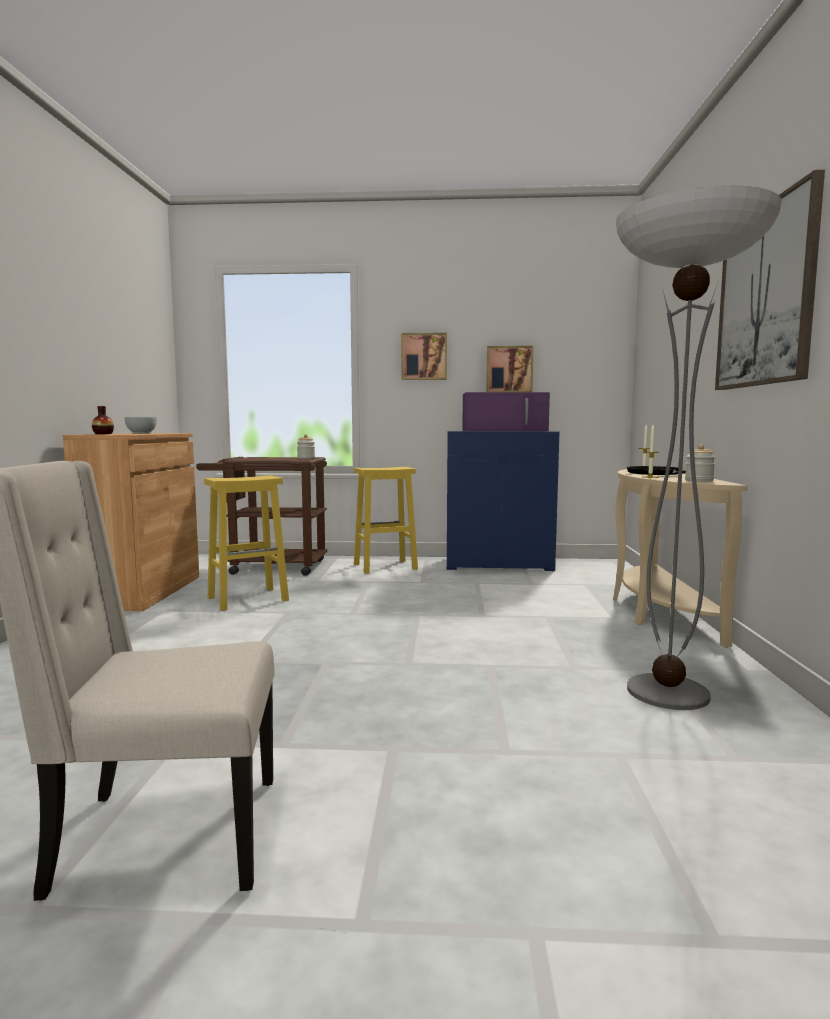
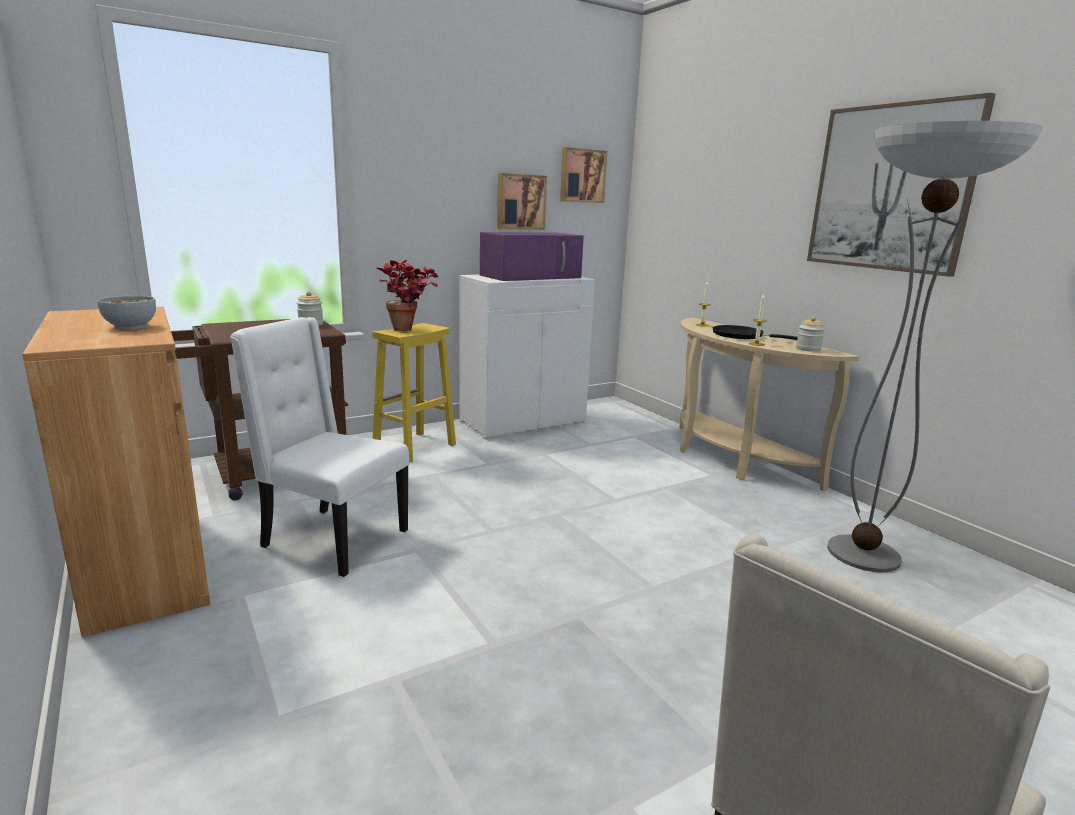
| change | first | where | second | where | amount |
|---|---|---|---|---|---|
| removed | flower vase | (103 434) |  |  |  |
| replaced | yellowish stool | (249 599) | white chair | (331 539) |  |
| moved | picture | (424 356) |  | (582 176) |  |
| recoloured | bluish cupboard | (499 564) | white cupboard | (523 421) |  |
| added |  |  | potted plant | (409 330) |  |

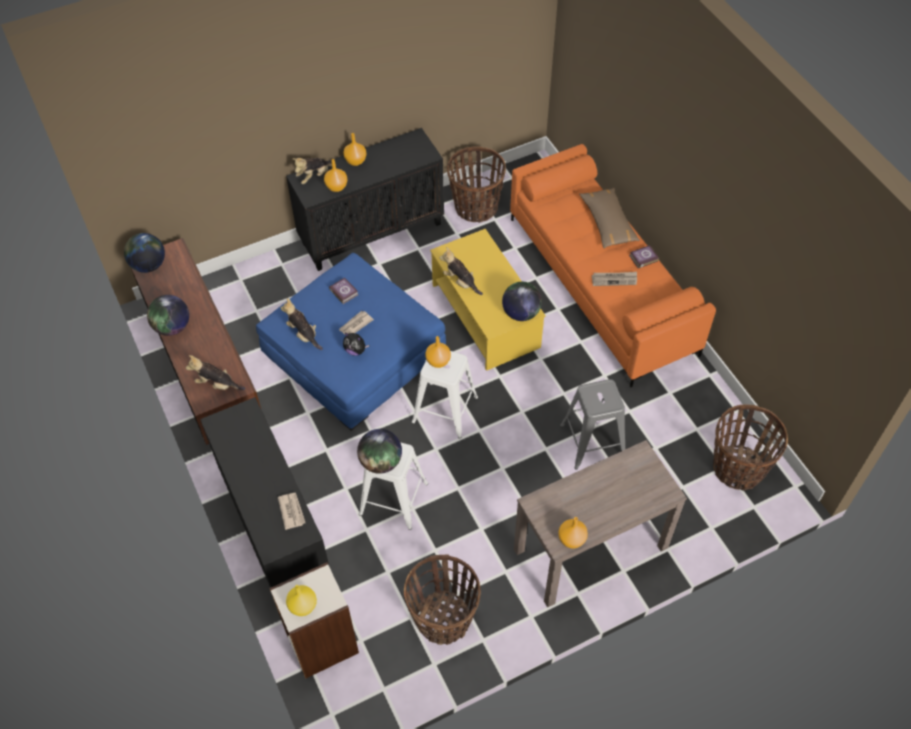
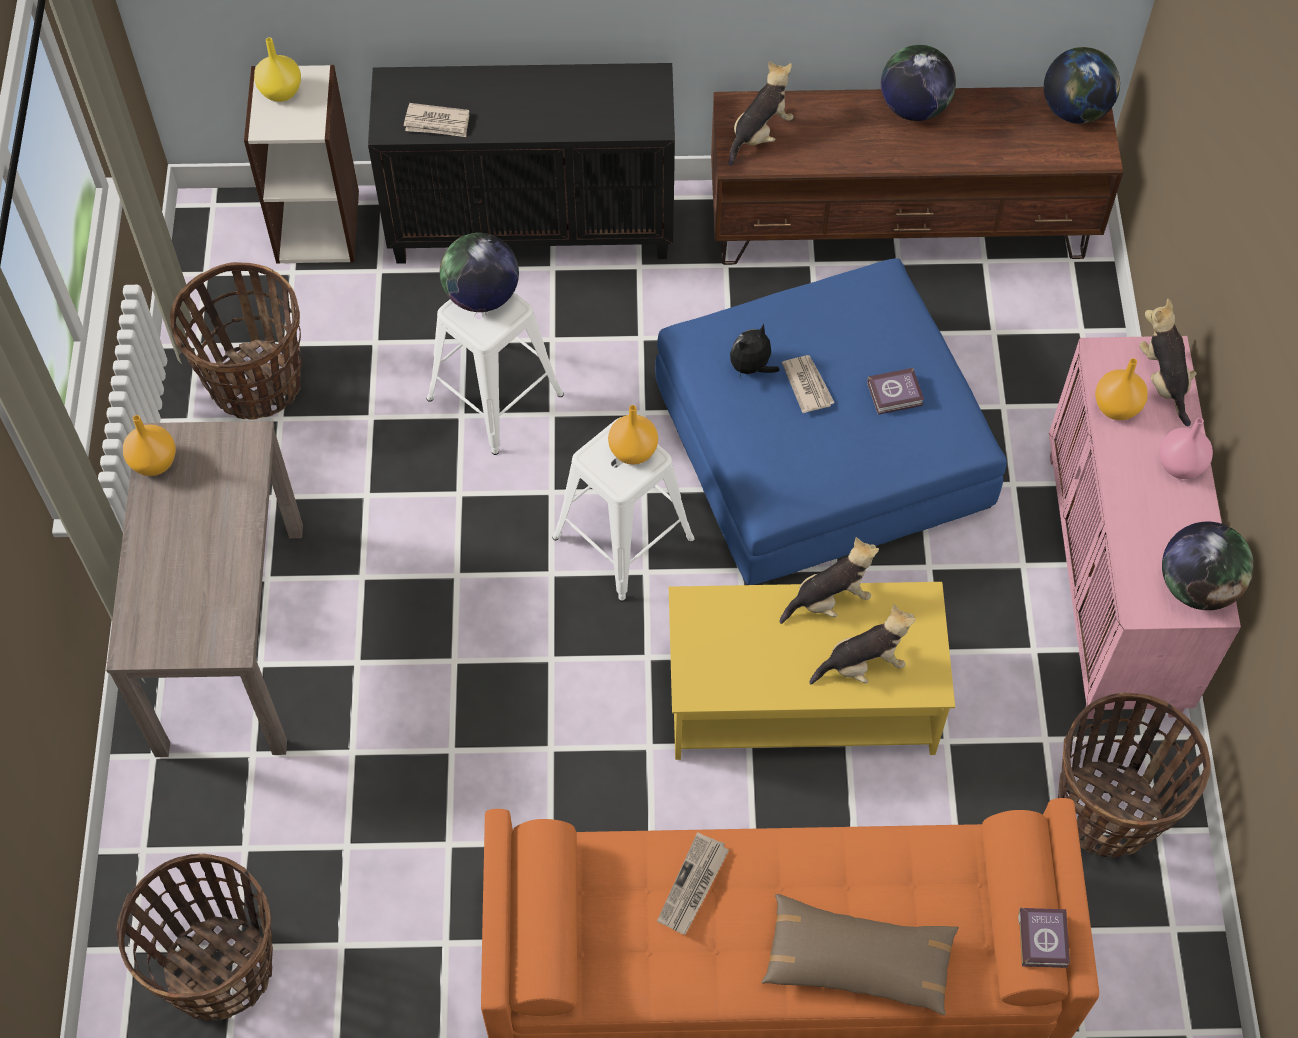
| change | first | where | second | where | amount |
|---|---|---|---|---|---|
| moved | plush toy | (303 334) |  | (863 664) |  |
| recoloured | black cupboard | (372 232) | pinkish cupboard | (1114 584) |  |
| recoloured | orange flower vase | (356 161) | pinkish flower vase | (1178 465) |  |
| moved | globe | (521 313) |  | (1197 586) |  |
| removed | grey stool | (593 441) |  |  |  |
| moved | book | (642 258) |  | (1043 938) |  |

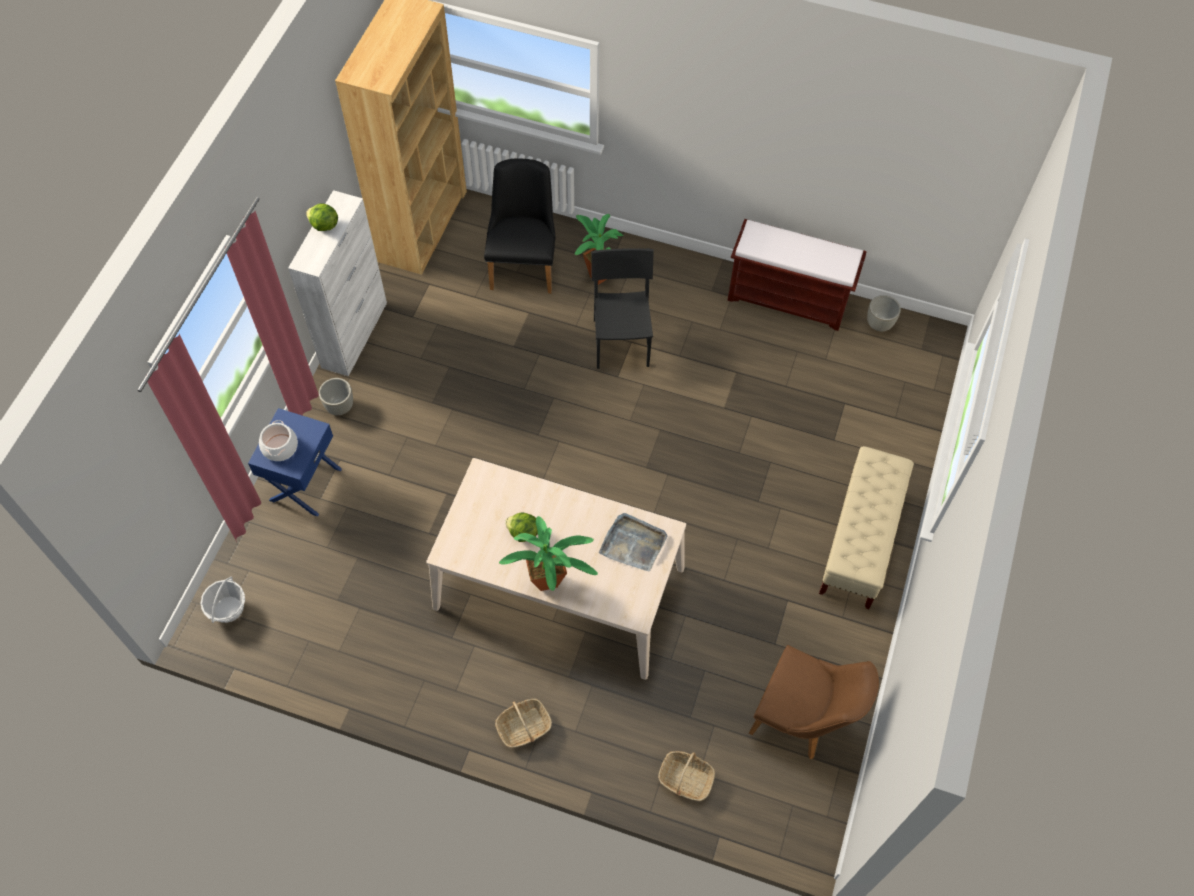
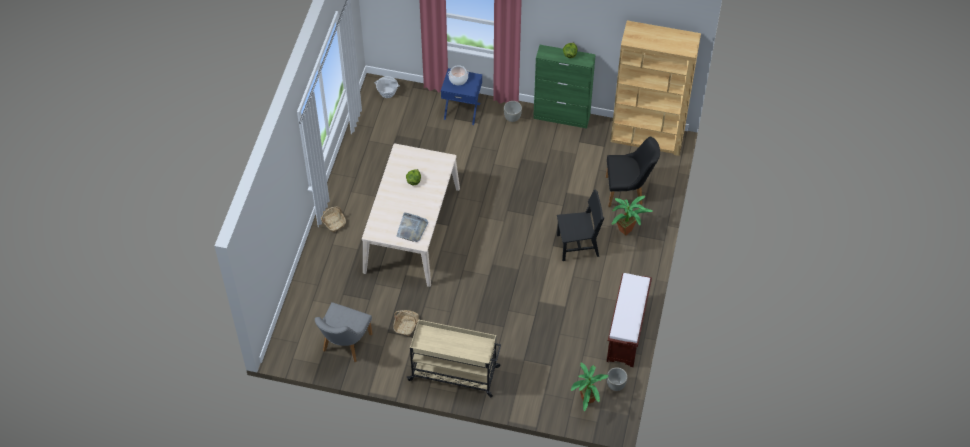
| change | first | where | second | where | amount |
|---|---|---|---|---|---|
| recoloured | white cupboard | (355 334) | green-coloured cupboard | (562 117) |  |
| moved | potted plant | (552 582) |  | (586 402) |  |
| moved | basket | (685 779) |  | (406 325) |  |
| recoloured | brown-coloured chair | (802 720) | grey chair | (344 346) |  |
| replaced | beige bench | (859 542) | beige wheeled cart | (455 373) |  |

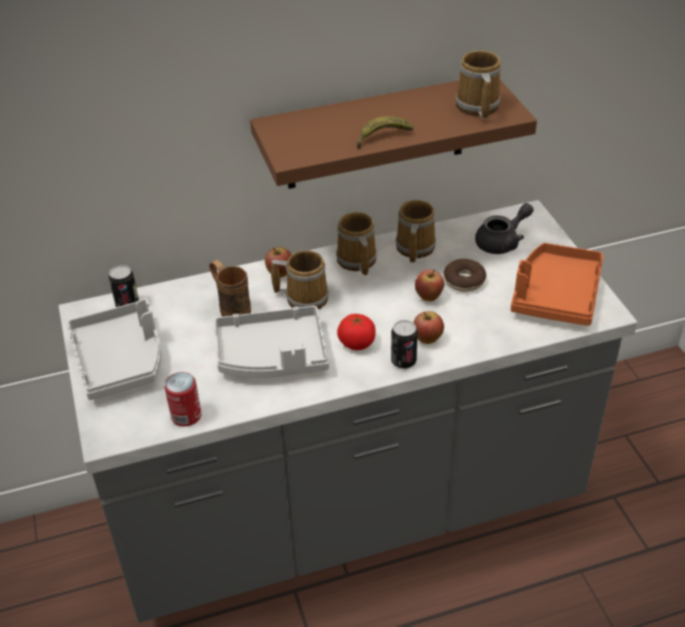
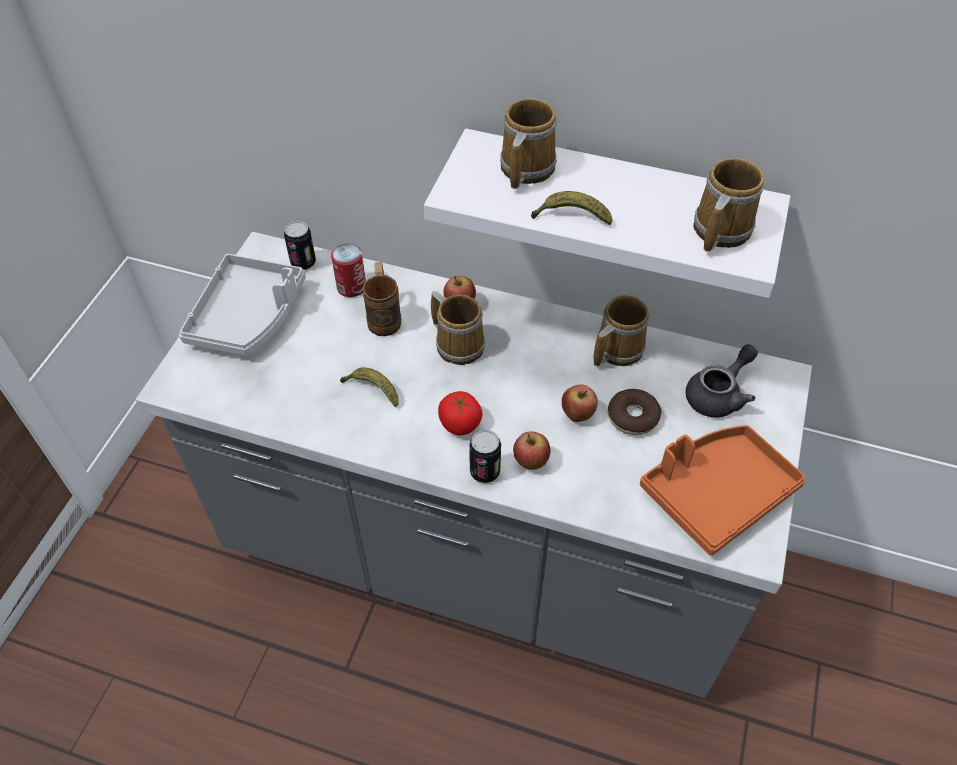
| change | first | where | second | where | amount |
|---|---|---|---|---|---|
| moved | sealed can | (186 415) |  | (351 287) |  |
| replaced | grey tray | (272 356) | whole banana | (372 390) |  |
| recoloured | brown-coloured bracket shelf | (375 133) | white bracket shelf | (615 203) |  |
| moved | coffee mug | (356 261) |  | (524 168) |  |
| turned | grey tea pot | (502 242) |  | (719 395) | 45 degrees counterclockwise |

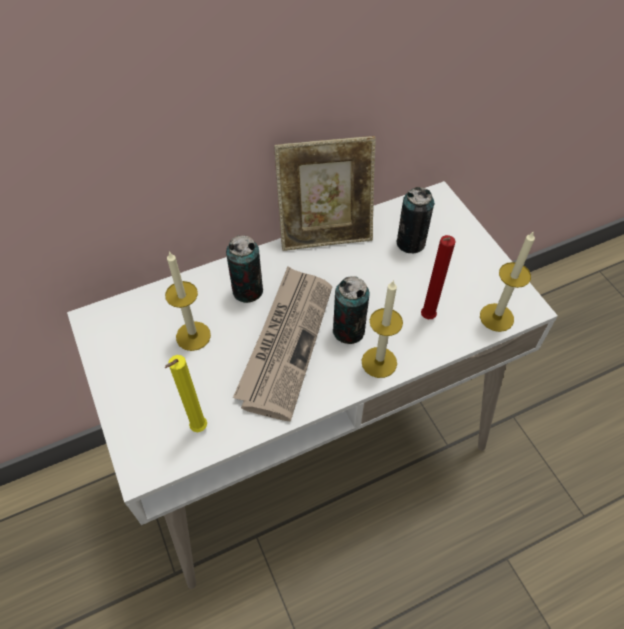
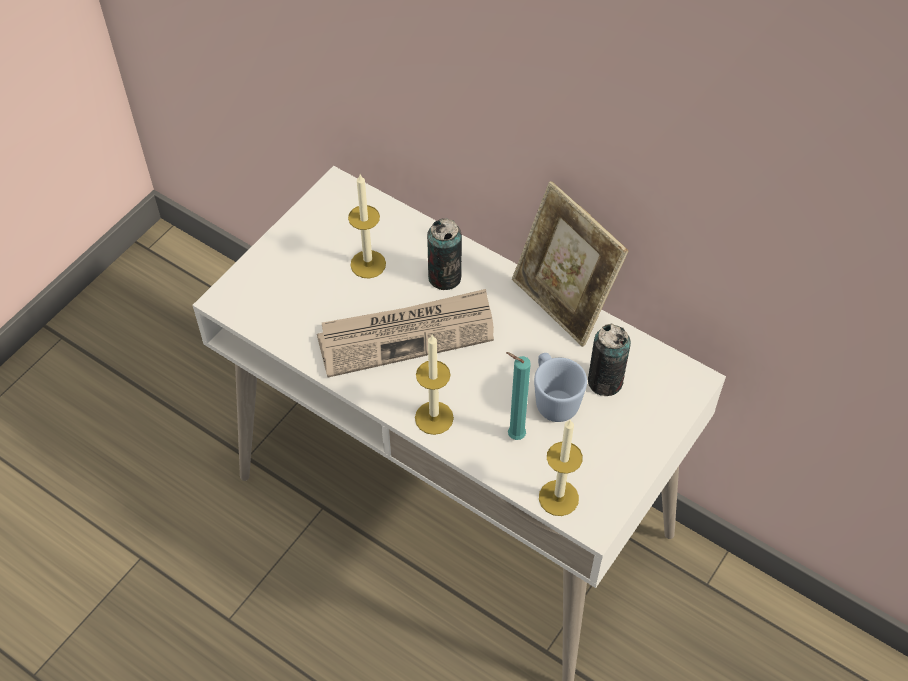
| change | first | where | second | where | amount |
|---|---|---|---|---|---|
| removed | yellowish candle | (197 429) |  |  |  |
| removed | sealed can | (348 331) |  |  |  |
| recoloured | red candle | (426 318) | turquoise-coloured candle | (513 435) |  |
| added |  |  | bluish coffee mug | (553 399) |  |

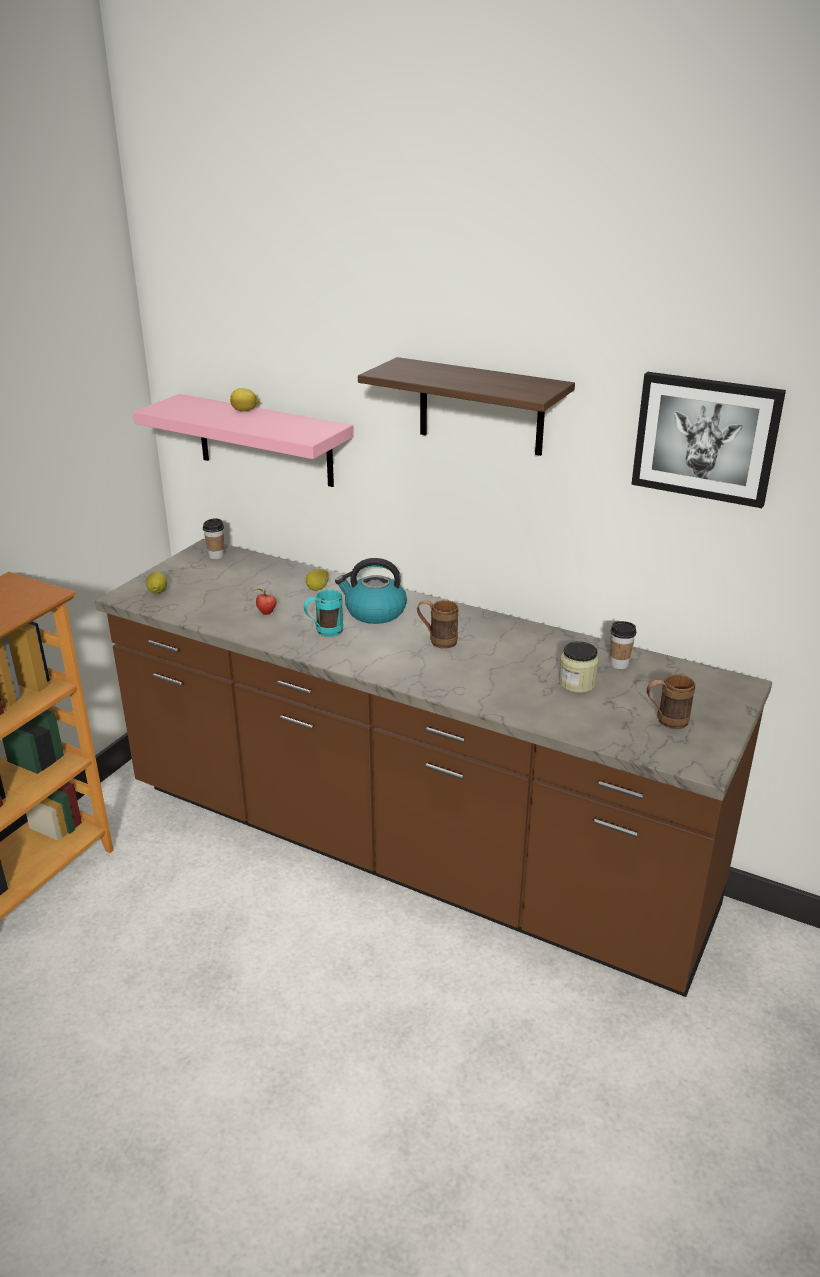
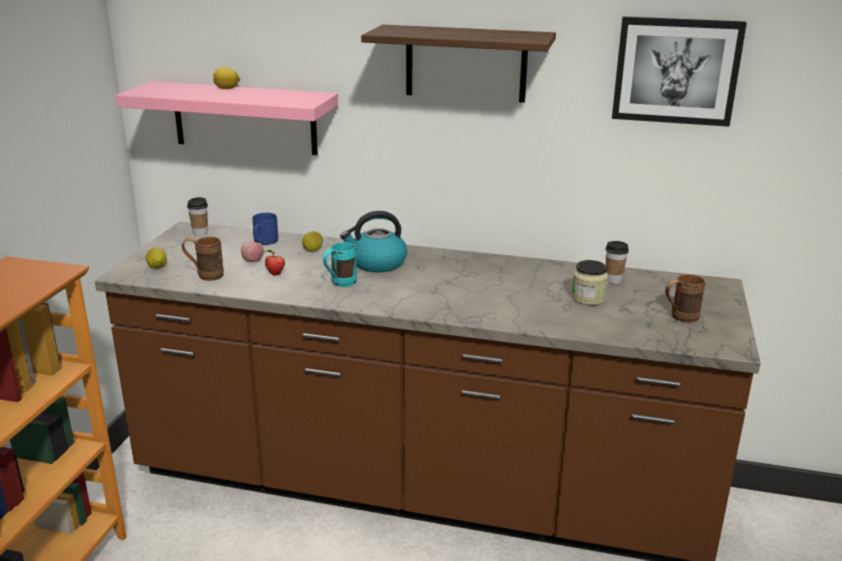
| change | first | where | second | where | amount |
|---|---|---|---|---|---|
| moved | brown-coloured coffee mug | (437 641) |  | (205 275) |  |
| added |  |  | whole apple | (253 261) |  |
| added |  |  | bluish coffee mug | (264 242) |  |

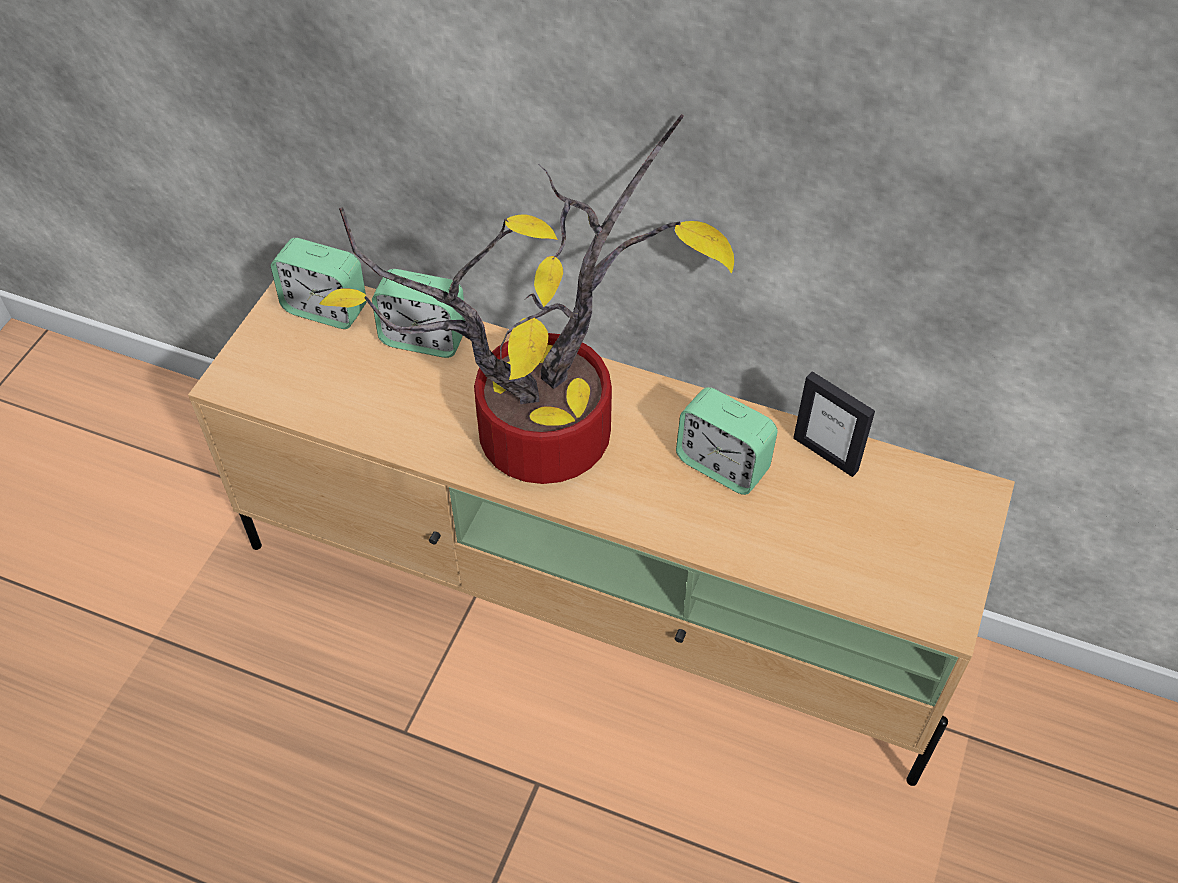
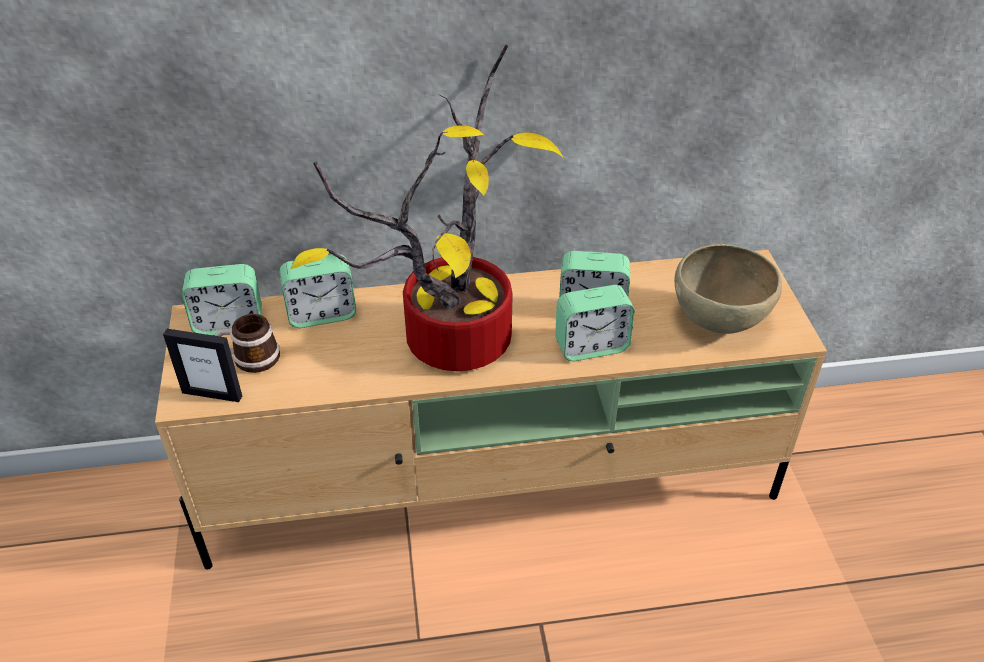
| change | first | where | second | where | amount |
|---|---|---|---|---|---|
| moved | photo frame | (825 454) |  | (212 394) |  |
| added |  |  | coffee mug | (250 358) |  |
| added |  |  | table clock | (591 346) |  |
| added |  |  | brown-coloured bowl | (719 322) |  |

